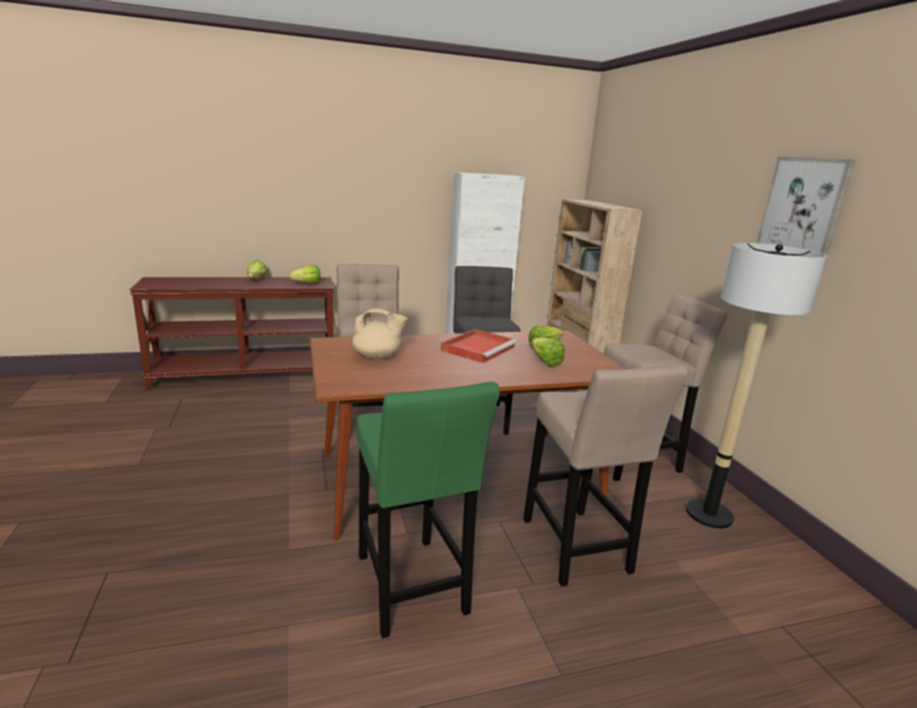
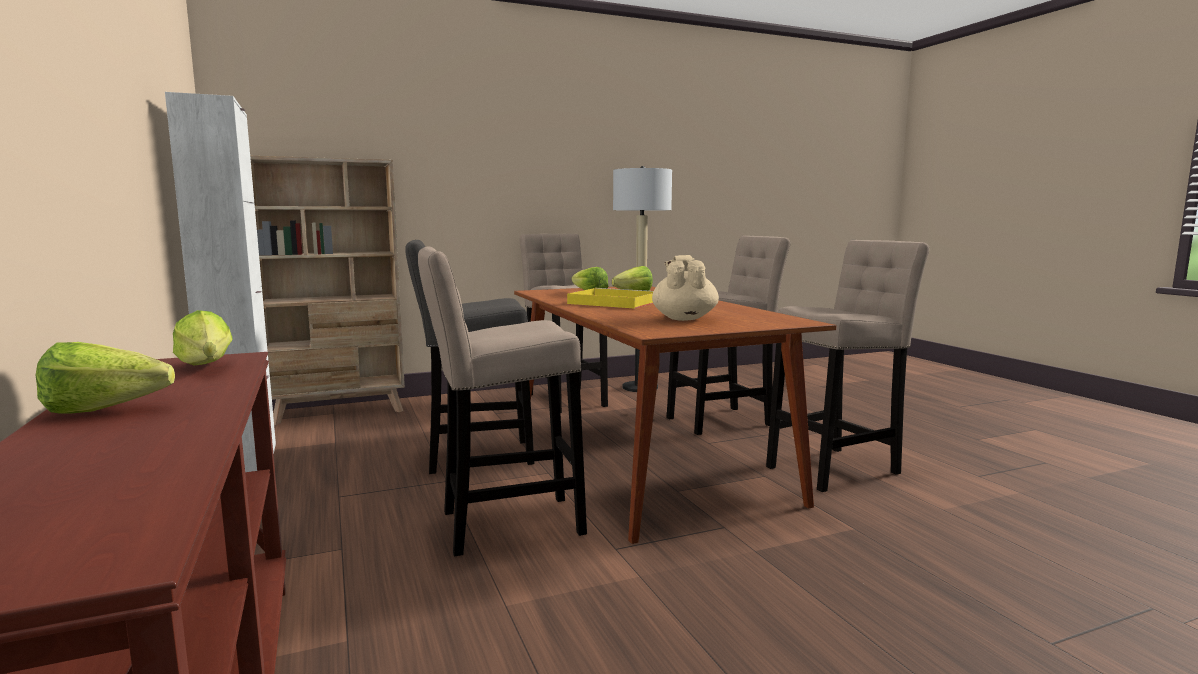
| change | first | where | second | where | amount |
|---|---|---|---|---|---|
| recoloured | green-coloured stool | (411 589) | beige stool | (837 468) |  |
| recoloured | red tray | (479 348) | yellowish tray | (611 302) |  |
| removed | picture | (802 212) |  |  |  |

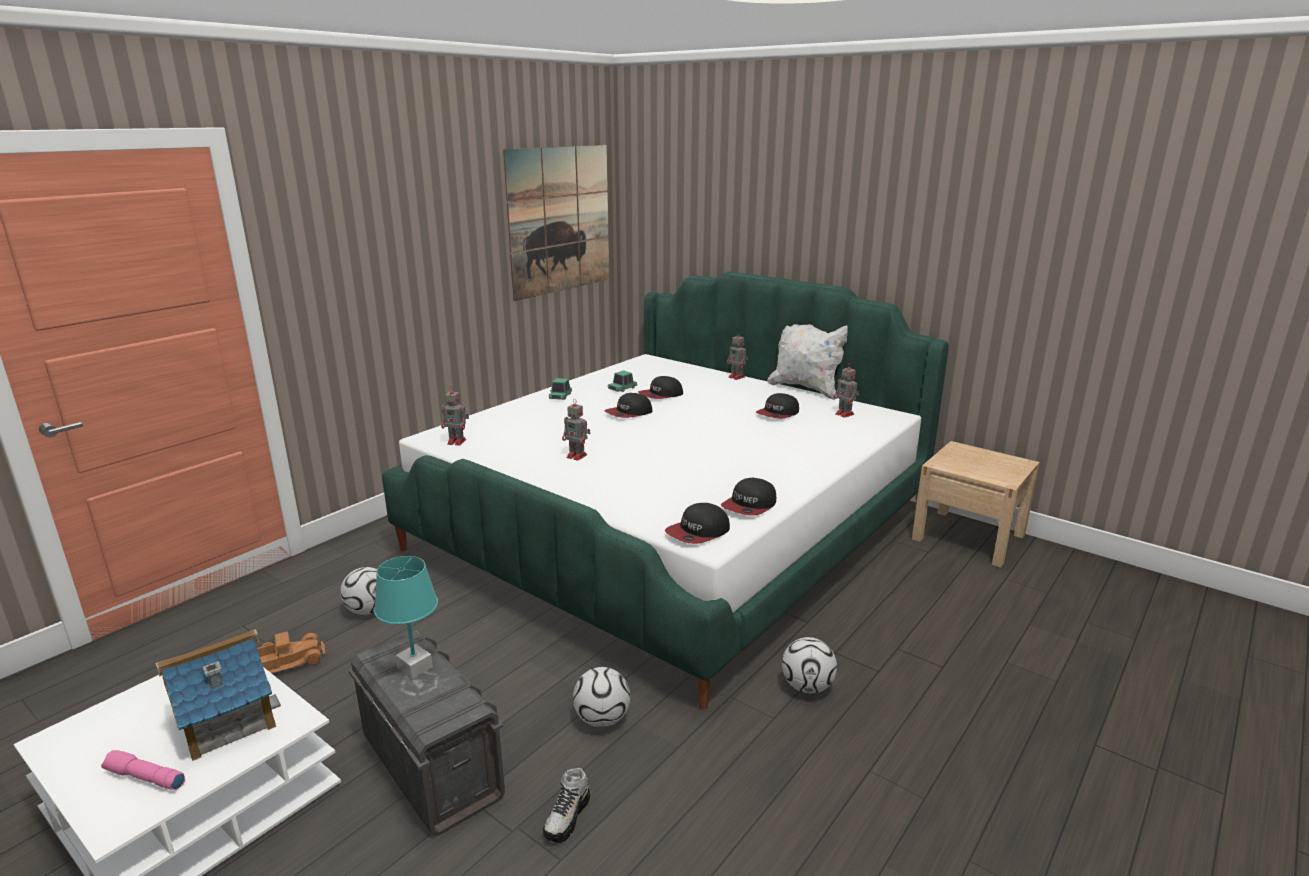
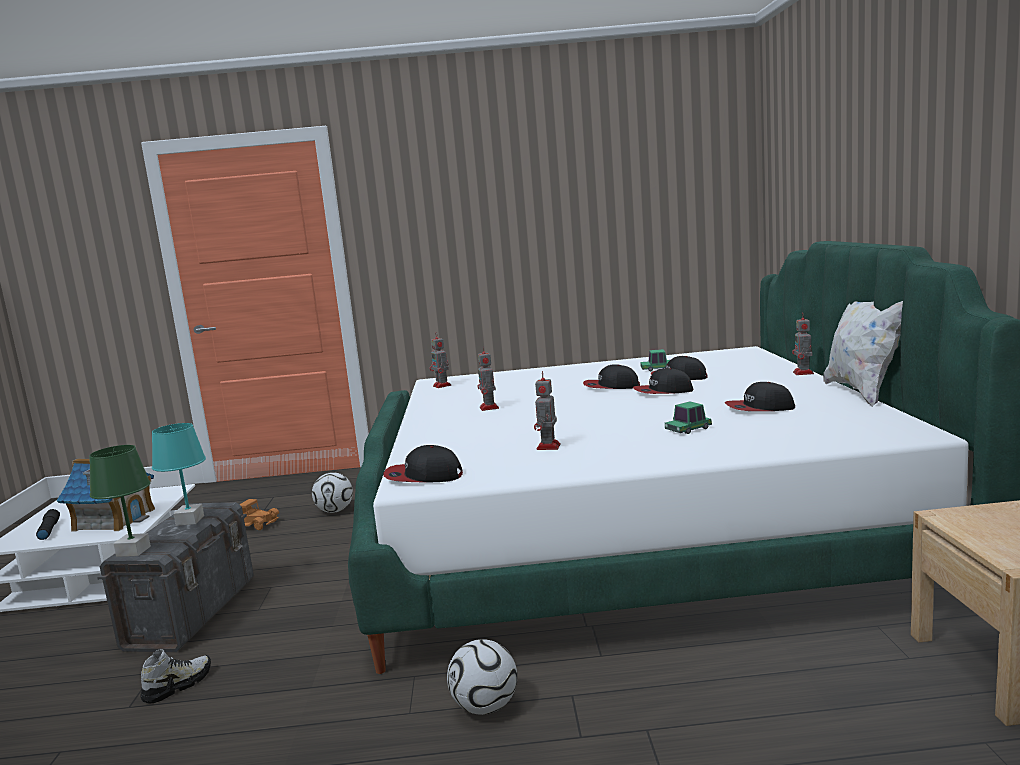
| change | first | where | second | where | amount |
|---|---|---|---|---|---|
| recoloured | pinkish torch | (144 778) | black torch | (48 530) |  |
| removed | picture | (560 220) |  |  |  |
| turned | shoe | (567 817) |  | (178 685) | 150 degrees clockwise |
| moved | model car | (560 396) |  | (688 429) |  |
| removed | football | (602 719) |  |  |  |
| moved | peaked cap | (749 506) |  | (662 392) |  |
| moved | robot figure | (845 414) |  | (548 447) |  |
| added |  |  | green-coloured lamp for a table | (133 551) |  |

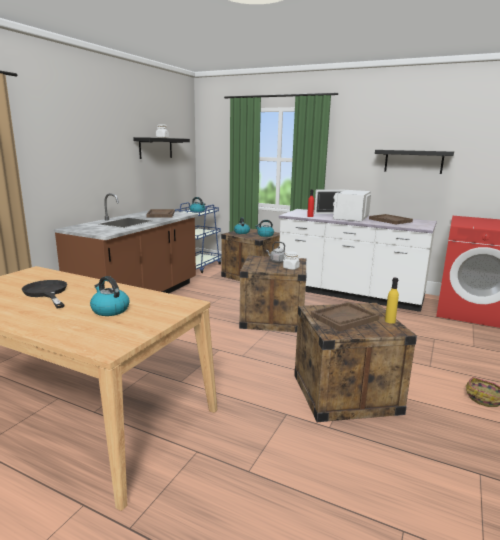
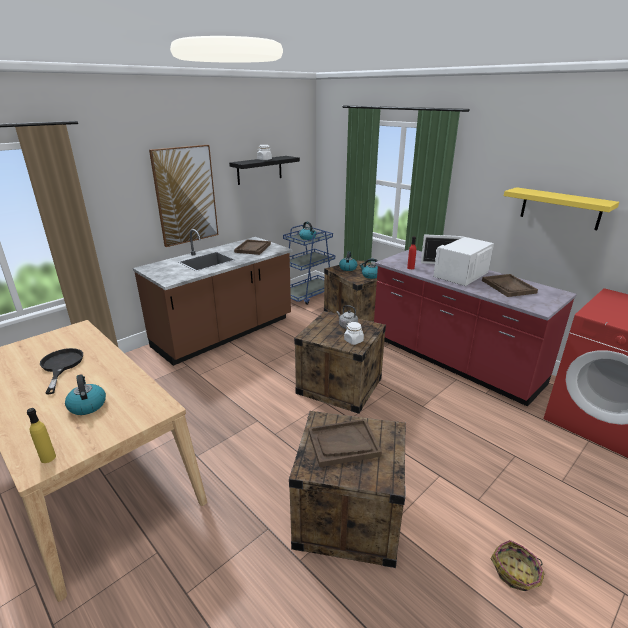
| change | first | where | second | where | amount |
|---|---|---|---|---|---|
| recoloured | white kitchen base unit | (349 294) | red kitchen base unit | (452 361) |  |
| recoloured | black bracket shelf | (413 161) | yellowish bracket shelf | (560 208) |  |
| moved | yellowish beverage bottle | (390 321) |  | (48 458) |  |
| added |  |  | picture | (185 195) |  |

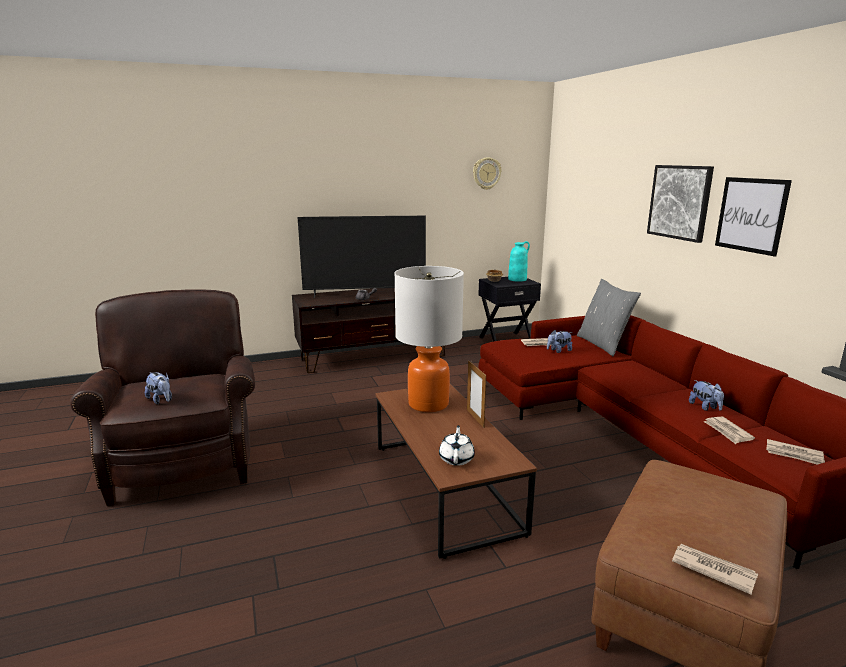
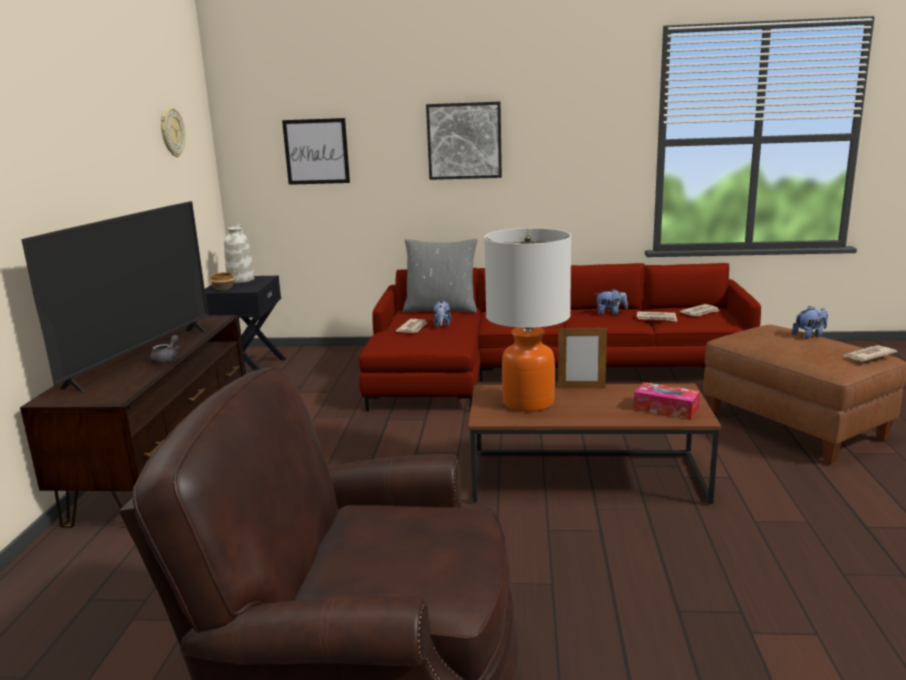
| change | first | where | second | where | amount |
|---|---|---|---|---|---|
| moved | plush toy | (161 400) |  | (809 336) |  |
| replaced | white tea pot | (456 458) | tissue box | (666 409) |  |
| recoloured | turquoise-coloured flower vase | (517 279) | white flower vase | (240 280) |  |
| moved | picture | (751 215) |  | (316 151) |  |

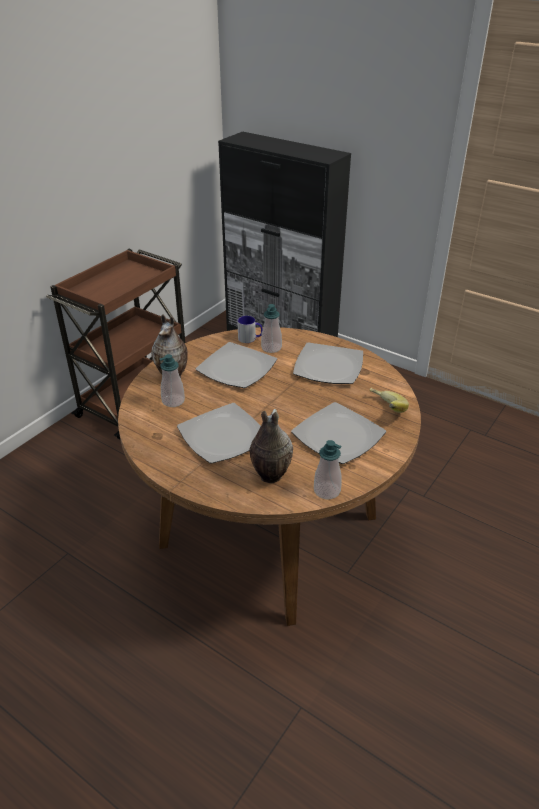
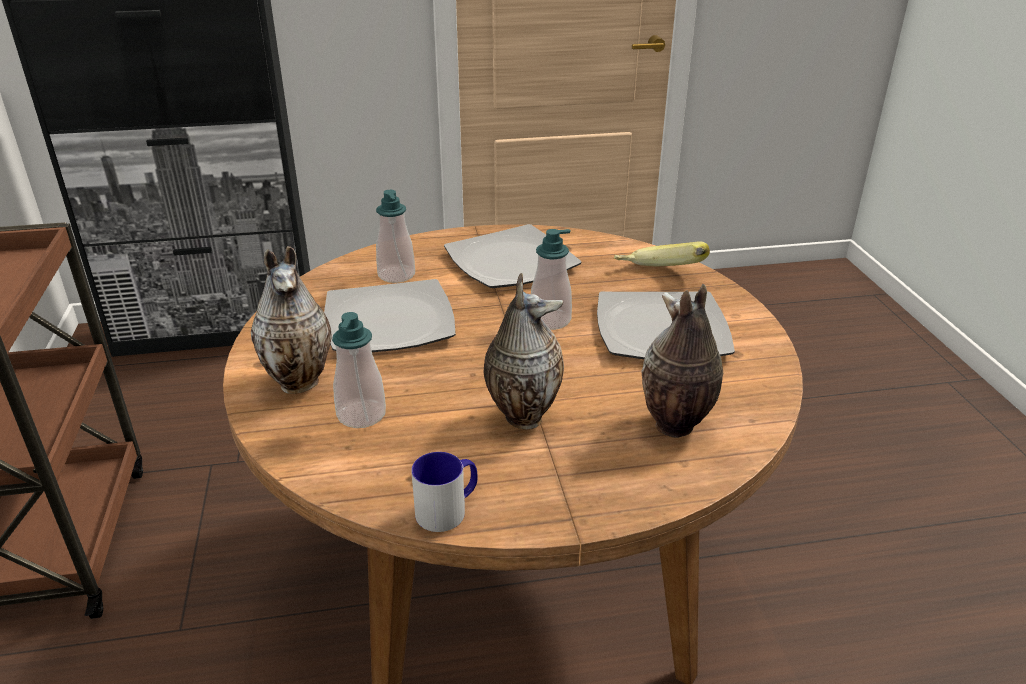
| change | first | where | second | where | amount |
|---|---|---|---|---|---|
| replaced | dinner plate | (223 435) | flower vase | (522 415) |  |
| moved | coffee mug | (250 338) |  | (448 509) |  |
| moved | liquid soap bottle | (327 491) |  | (550 320) |  |

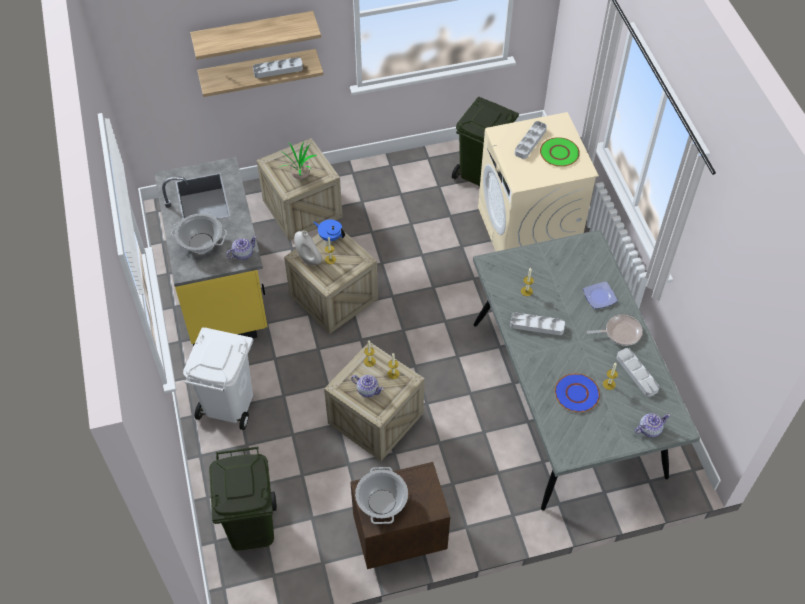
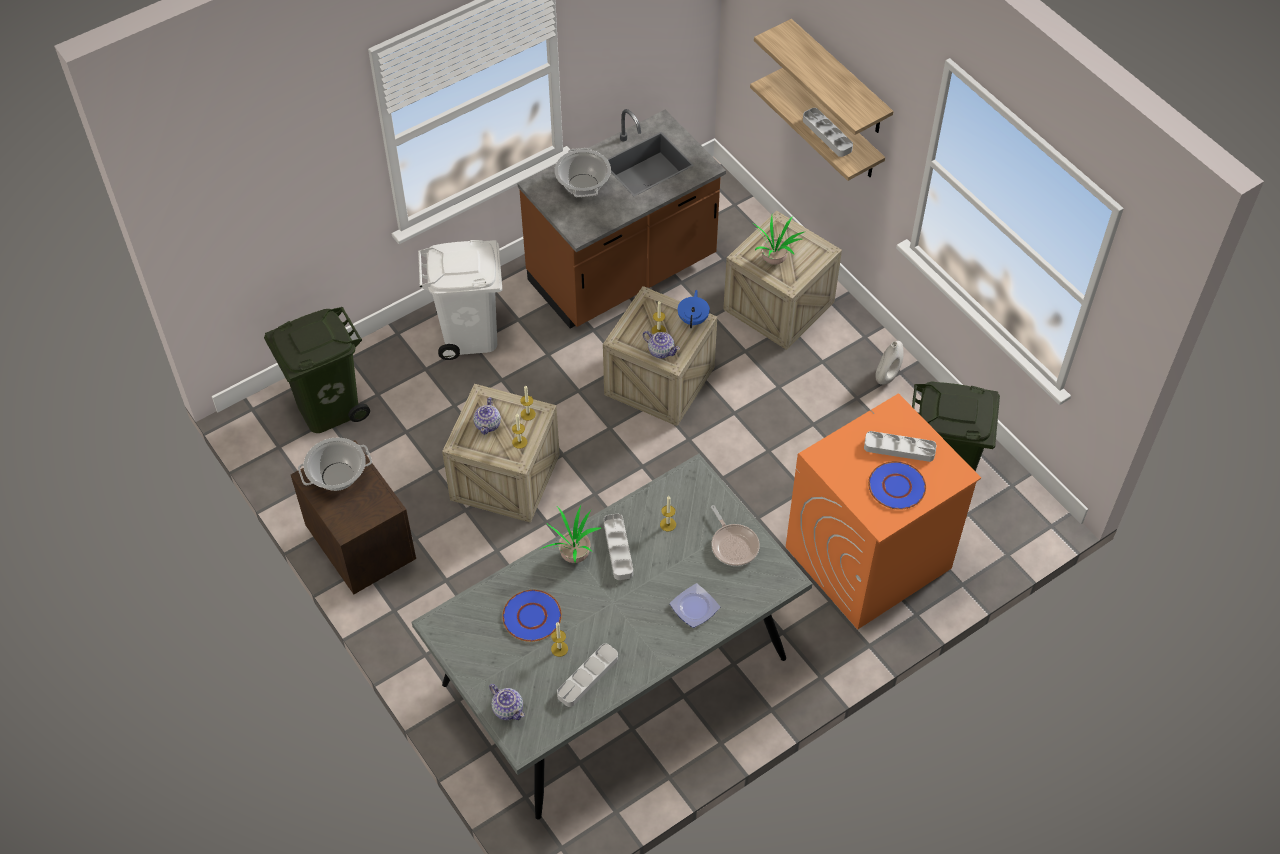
| change | first | where | second | where | amount |
|---|---|---|---|---|---|
| recoloured | yellowish kitchen base unit | (222 288) | brown-coloured kitchen base unit | (623 272) |  |
| moved | tea pot | (242 254) |  | (661 351) |  |
| moved | white flower vase | (309 259) |  | (887 376) |  |
| recoloured | beige laundry machine | (528 231) | orange laundry machine | (867 558) |  |
| recoloured | green-coloured dinner plate | (559 153) | bluish dinner plate | (897 486) |  |
| moved | pan | (620 332) |  | (733 545) |  |
| added |  |  | potted plant | (573 554) |  |

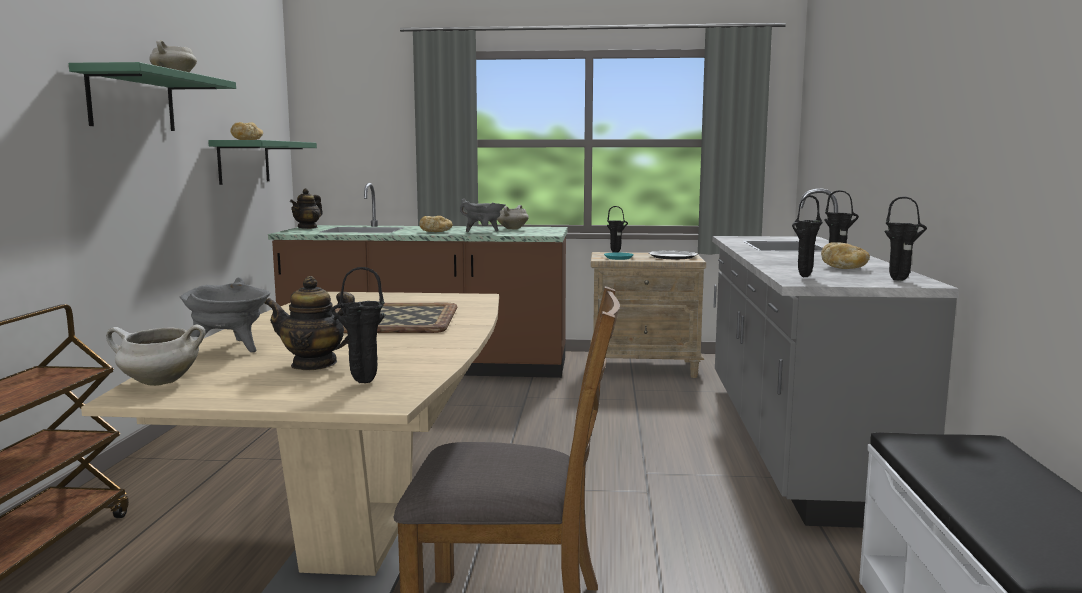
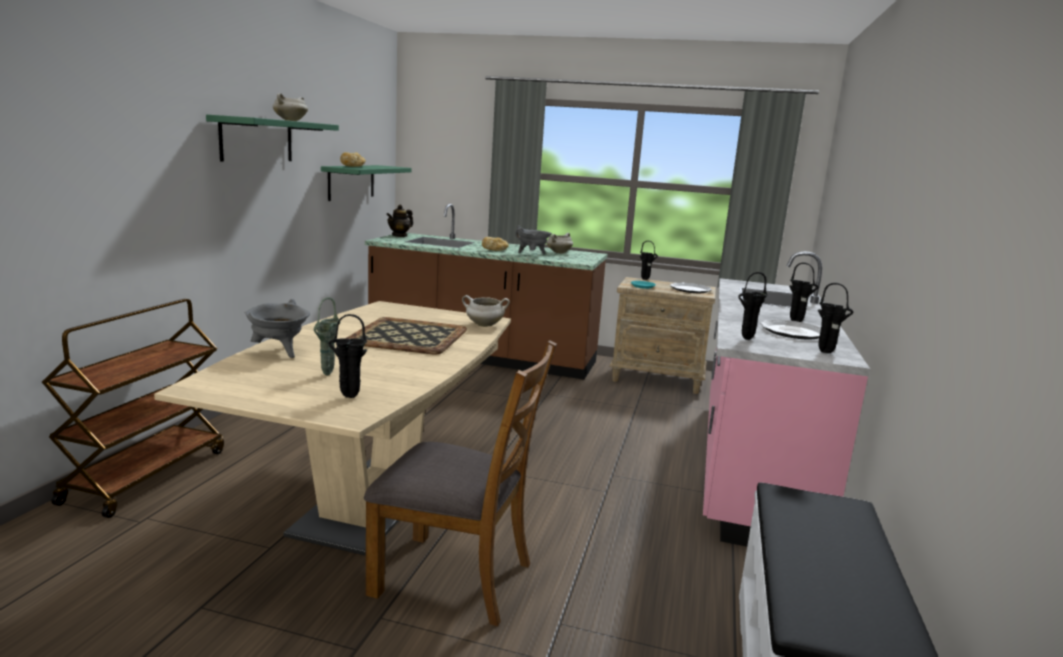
| change | first | where | second | where | amount |
|---|---|---|---|---|---|
| moved | white cooking pot | (158 383) |  | (484 325) |  |
| replaced | tea pot | (314 364) | green-coloured flower vase | (327 375) |  |
| recoloured | grey kitchen base unit | (794 441) | pinkish kitchen base unit | (750 465) |  |
| replaced | bread | (844 268) | dinner plate | (793 332) |  |

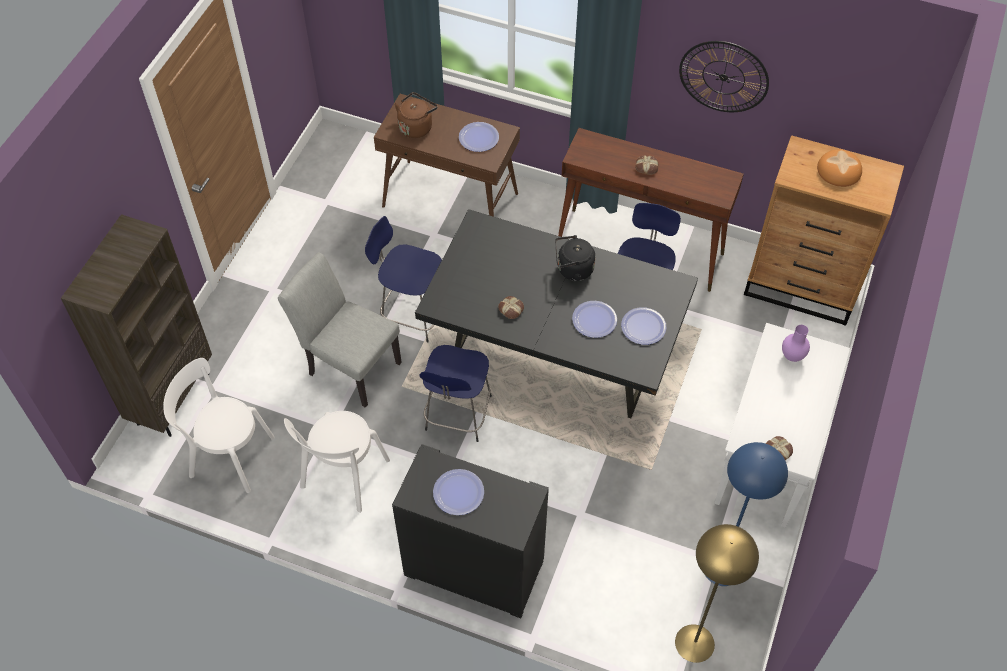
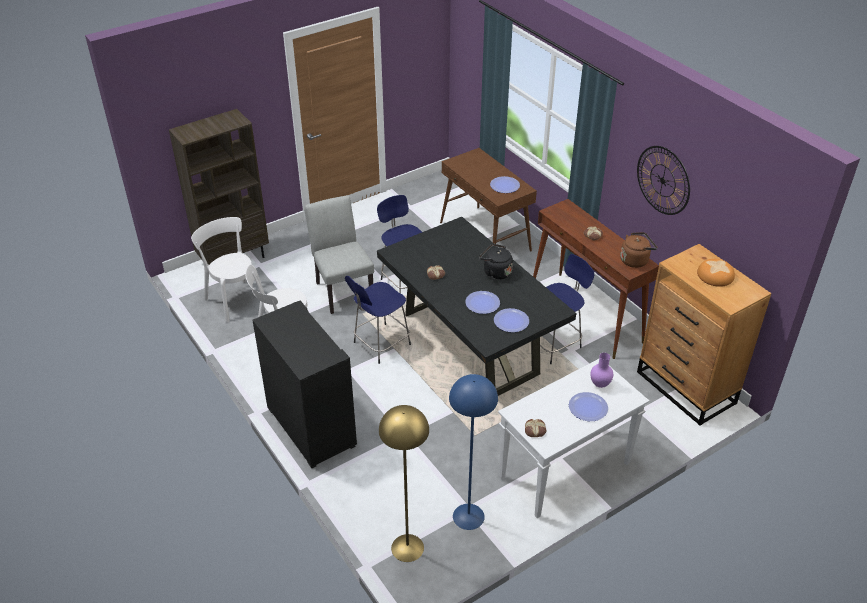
| change | first | where | second | where | amount |
|---|---|---|---|---|---|
| moved | brown-coloured kettle | (416 126) |  | (635 260) |  |
| moved | dinner plate | (458 492) |  | (588 407) |  |

